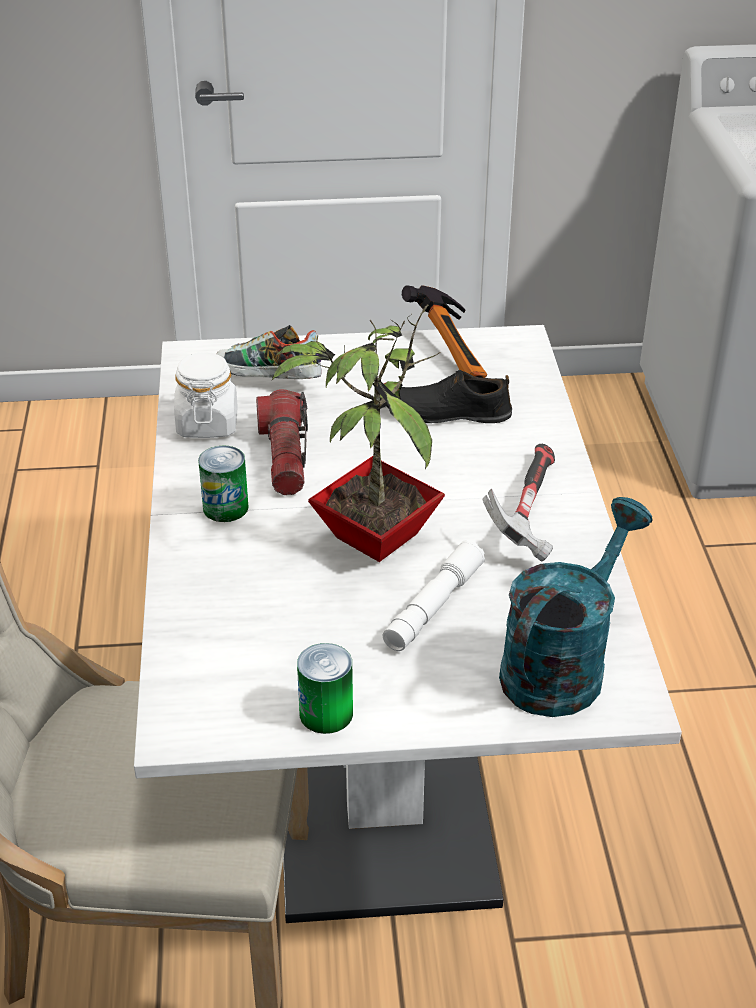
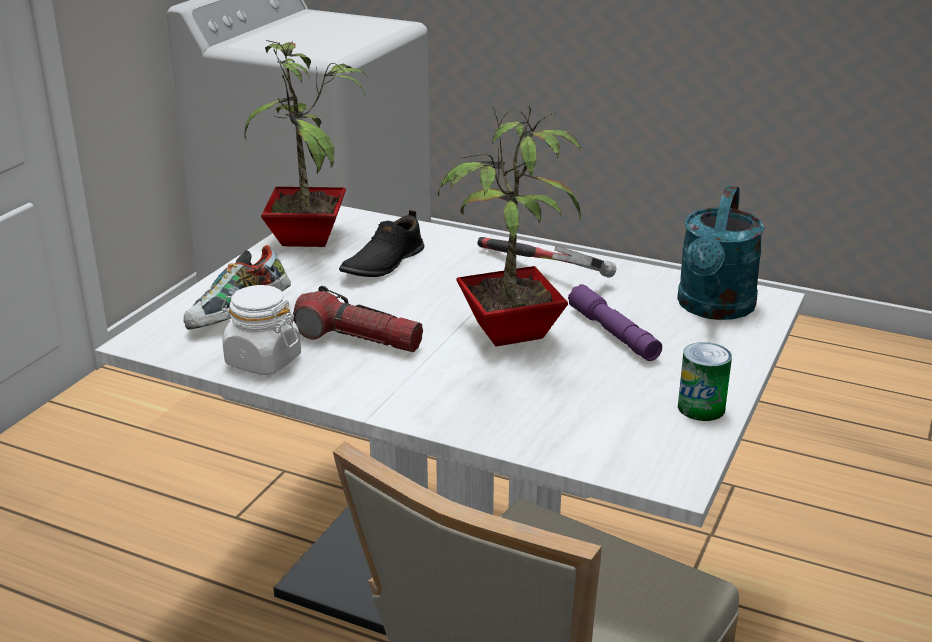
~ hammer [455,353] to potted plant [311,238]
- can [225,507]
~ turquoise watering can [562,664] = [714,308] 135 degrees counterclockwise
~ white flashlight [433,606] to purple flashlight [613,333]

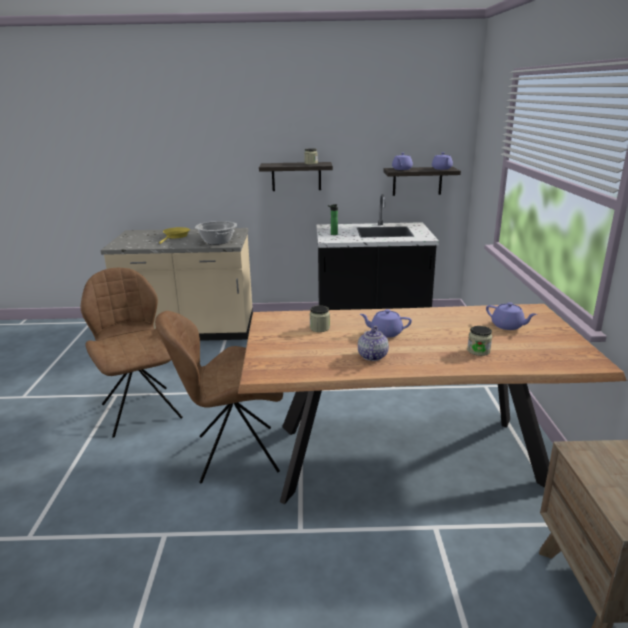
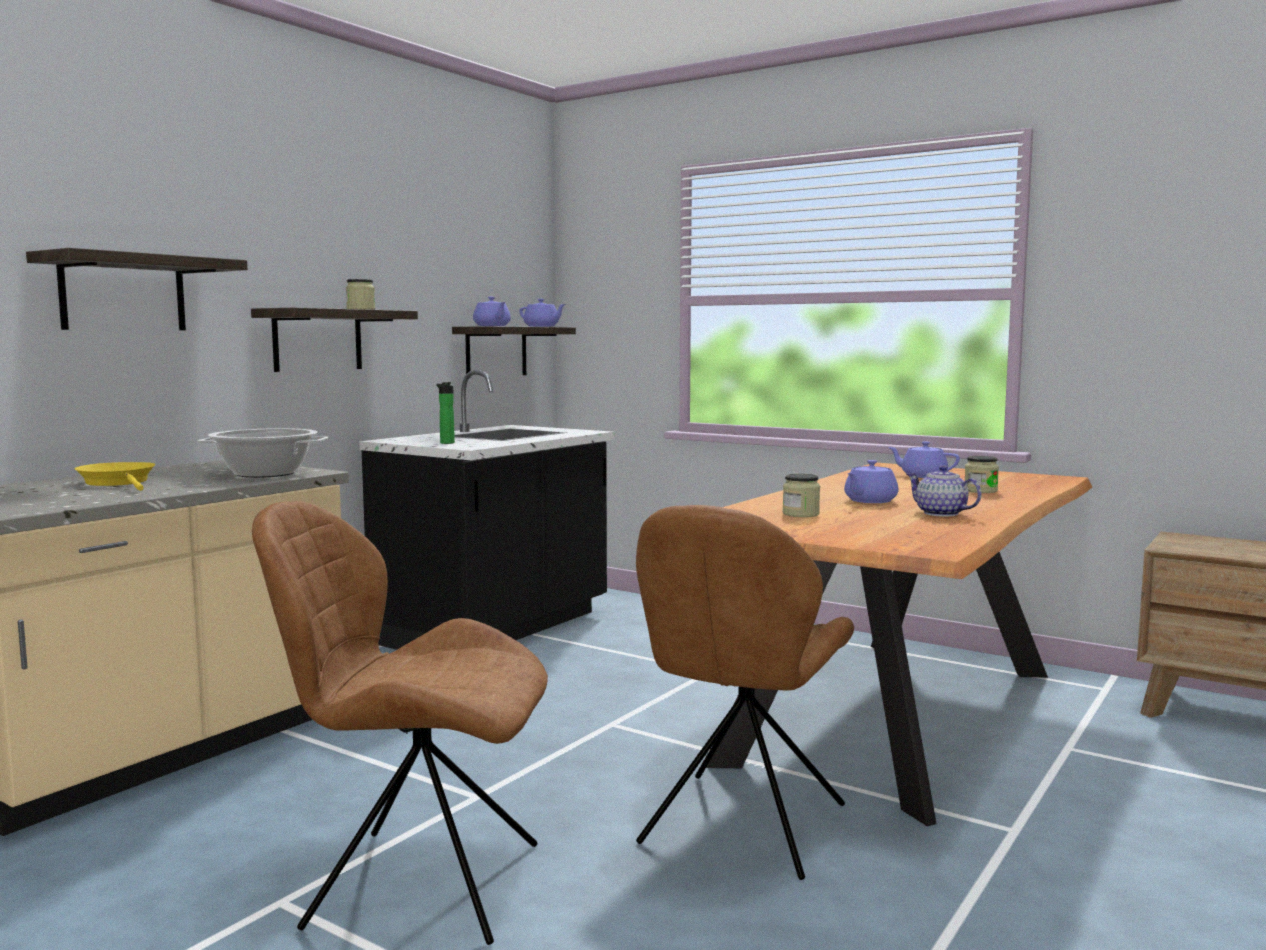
~ purple teapot [508,326] = [922,476] 135 degrees counterclockwise
+ shelf [123,294]

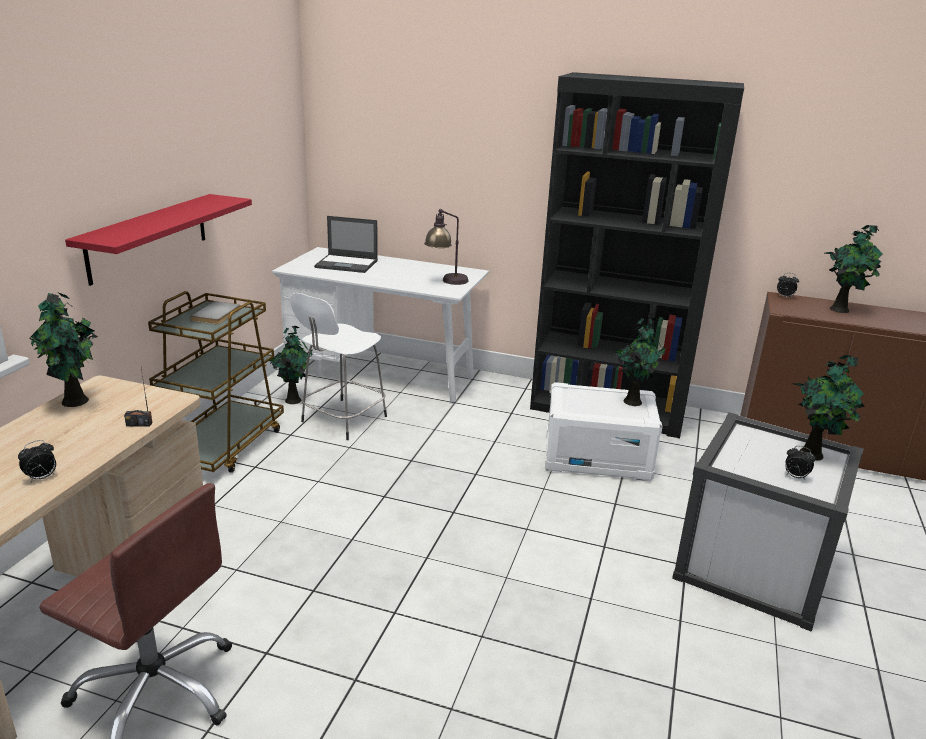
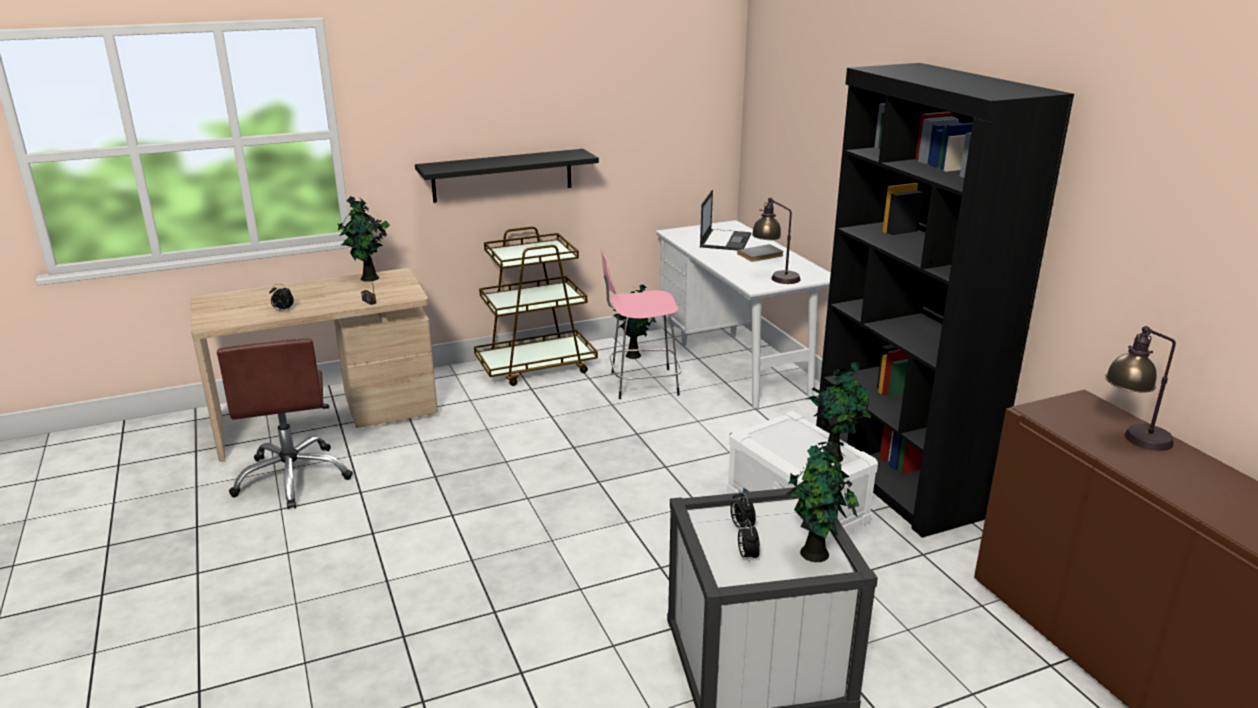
~ red shelf [148,237] to black shelf [502,175]
~ laptop [347,264] = [725,240] 135 degrees counterclockwise
~ potted plant [841,310] to table lamp [1132,440]
~ alarm clock [784,297] to [741,526]
~ white stool [342,420] to pink stool [641,384]
~ grey book [218,315] to [761,255]

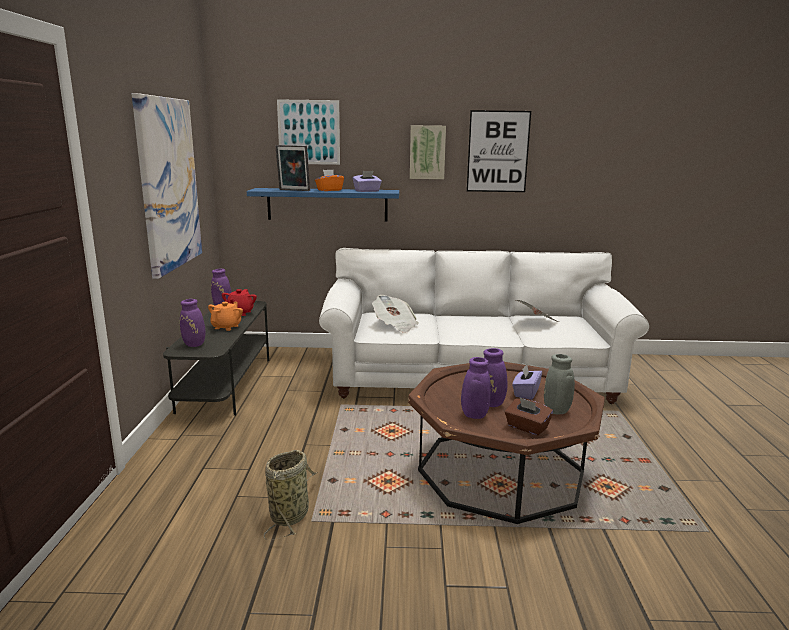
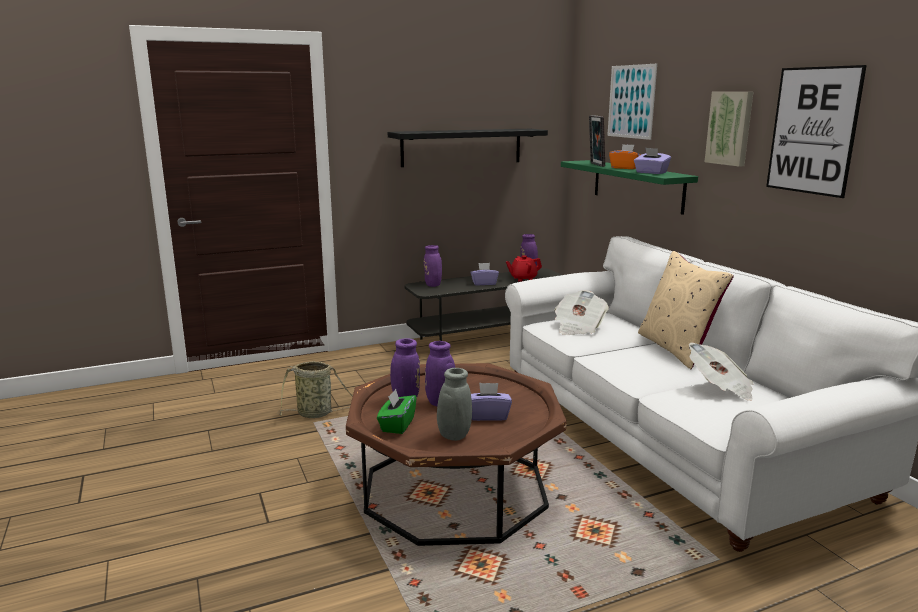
~ picture [168,184] to black shelf [461,147]
~ blue shelf [327,204] to green shelf [637,185]
~ orange teapot [226,327] to purple tissue box [484,283]
~ brown tissue box [527,428] to green tissue box [397,425]
+ beige pillow [677,349]

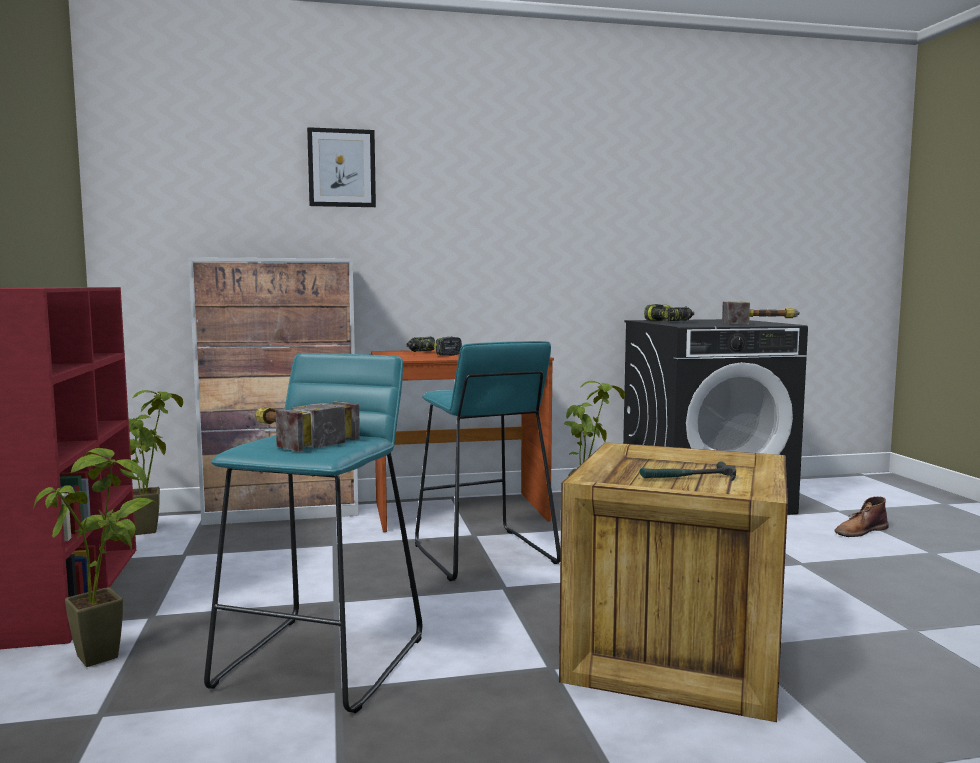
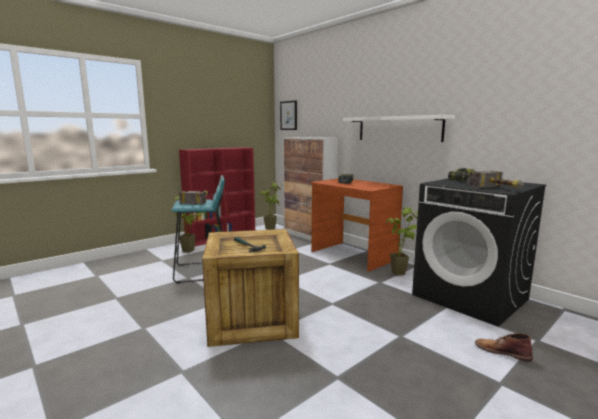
~ picture [342,168] to [289,115]
- turquoise stool [483,554]
+ white shelf [398,129]

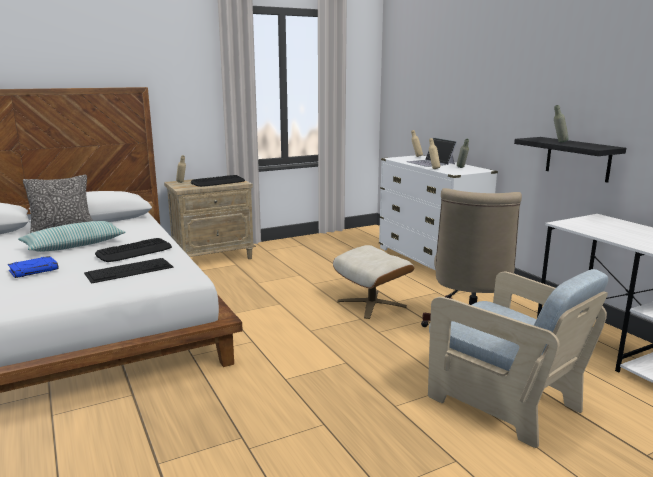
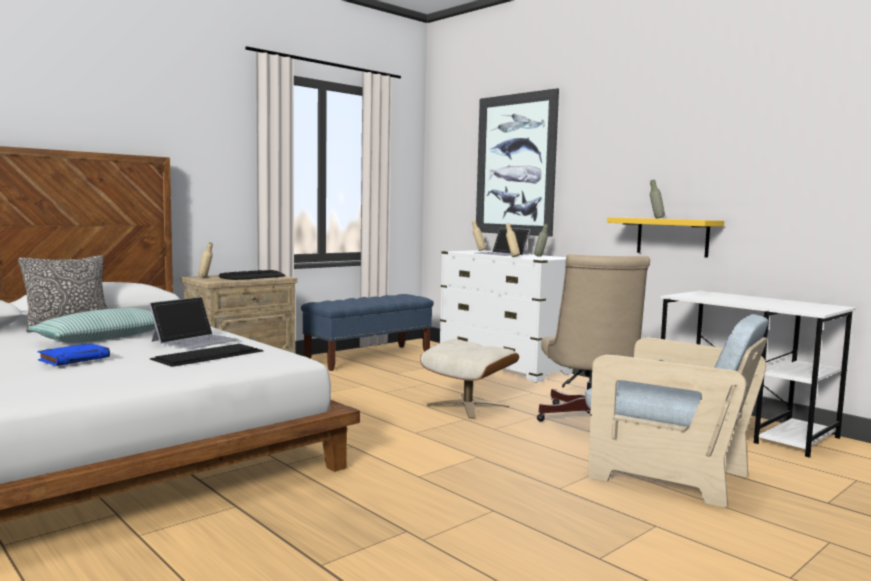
~ black shelf [577,159] to yellow shelf [672,237]
~ keyboard [135,251] to laptop [195,340]
+ picture [515,164]
+ blue bench [369,357]

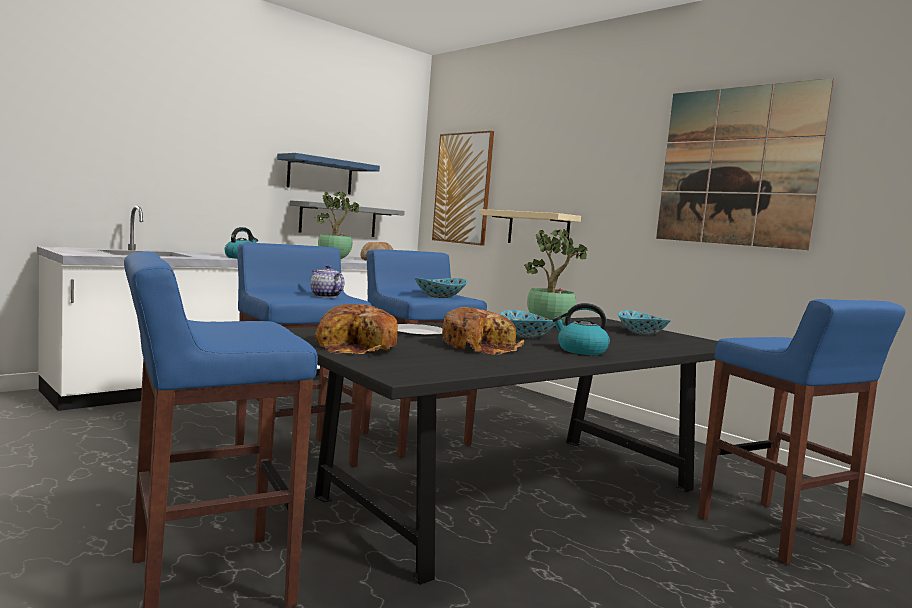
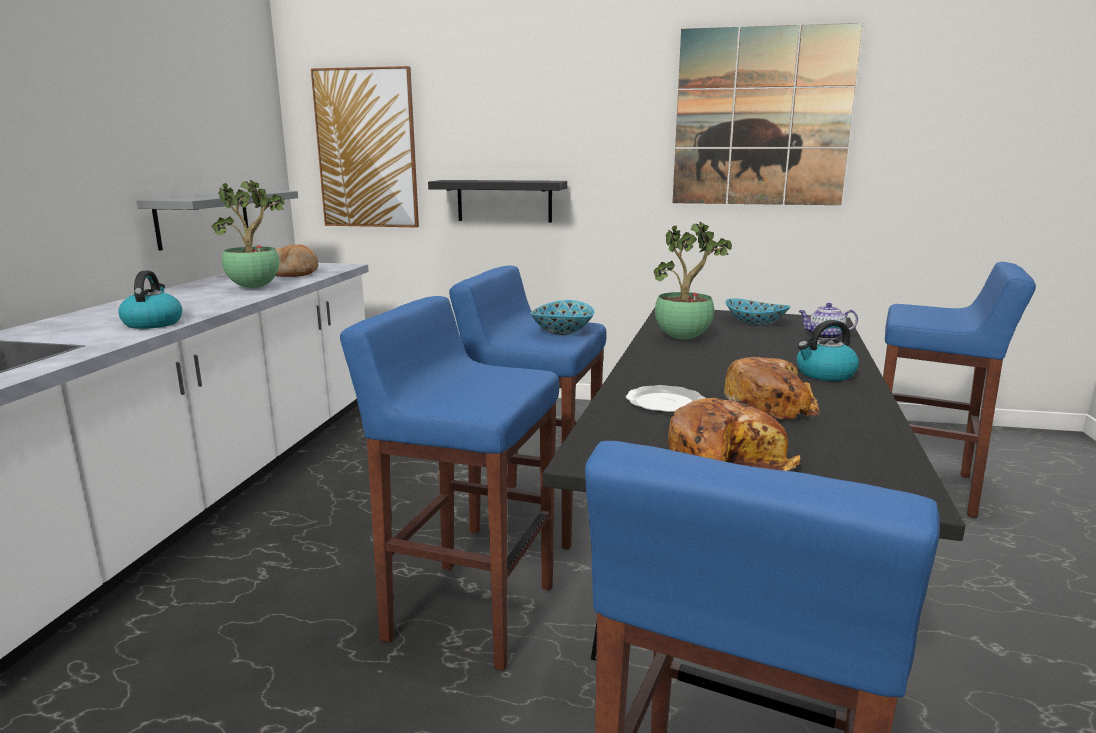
- blue shelf [320,175]
~ beige shelf [538,229] to black shelf [504,201]
~ teapot [325,296] to [824,336]
- bowl [526,336]

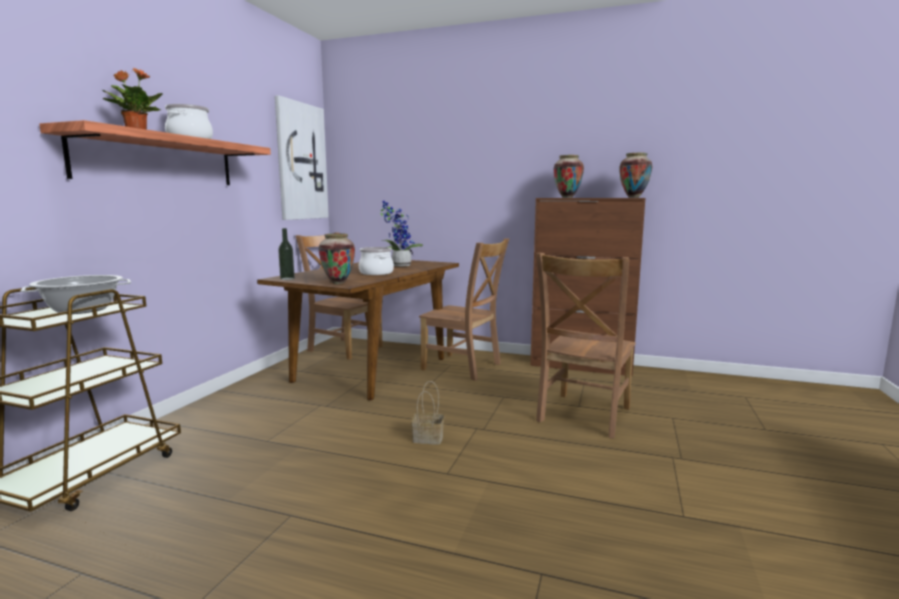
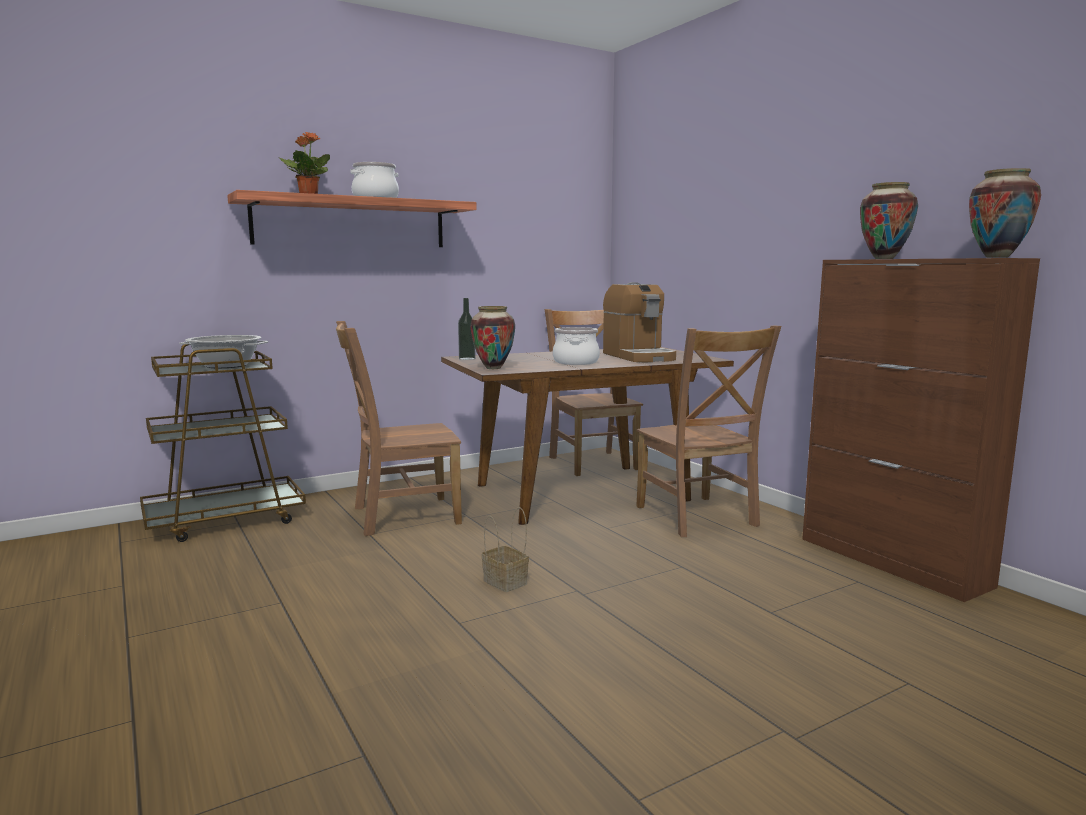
- picture [301,162]
~ potted plant [399,265] to coffee machine [638,356]
~ brown chair [583,416] to [401,516]

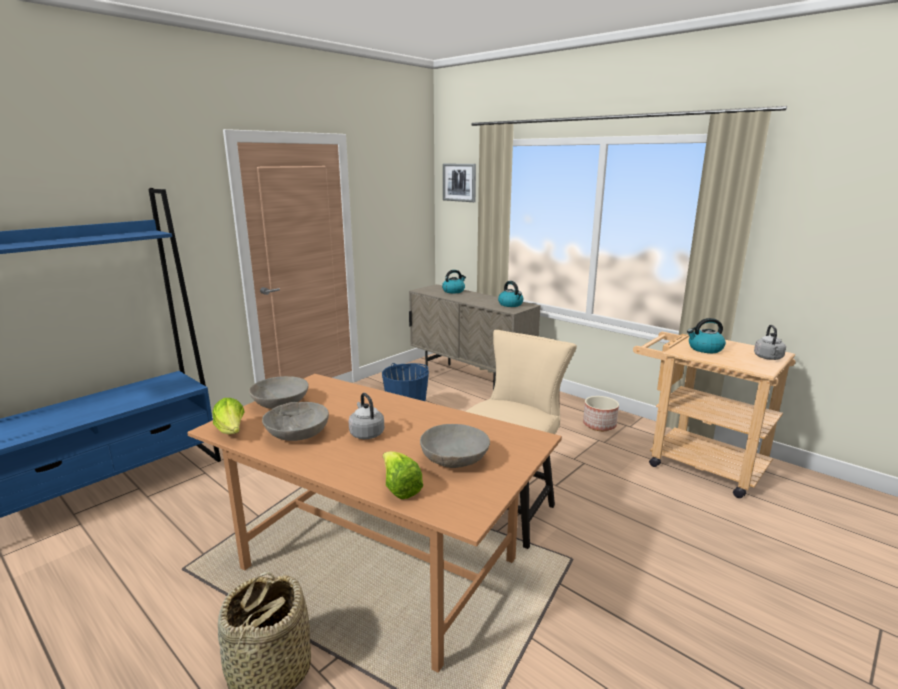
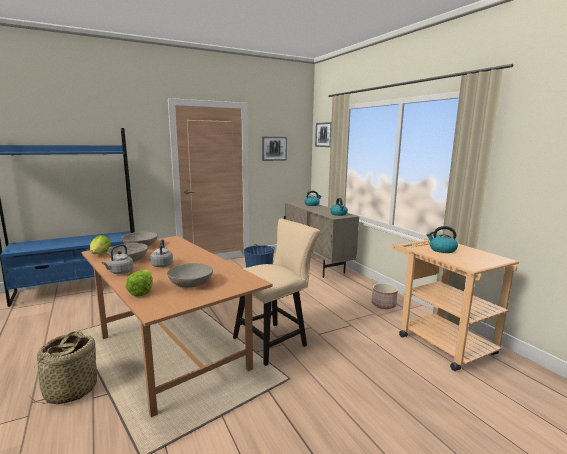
~ grey kettle [768,358] to [120,272]
+ picture [274,148]

